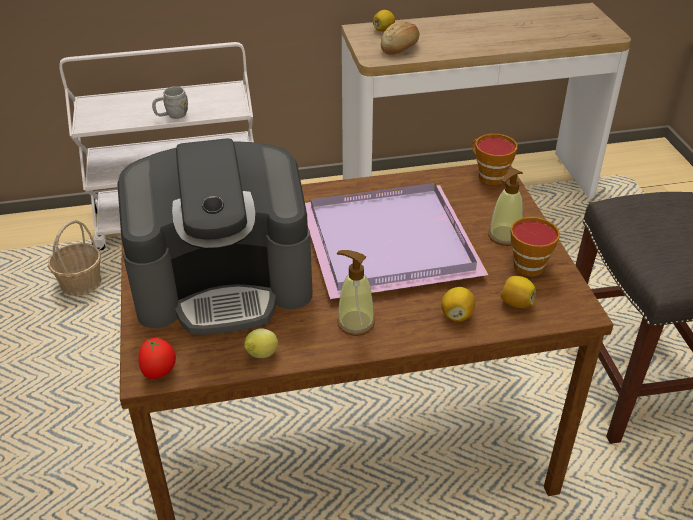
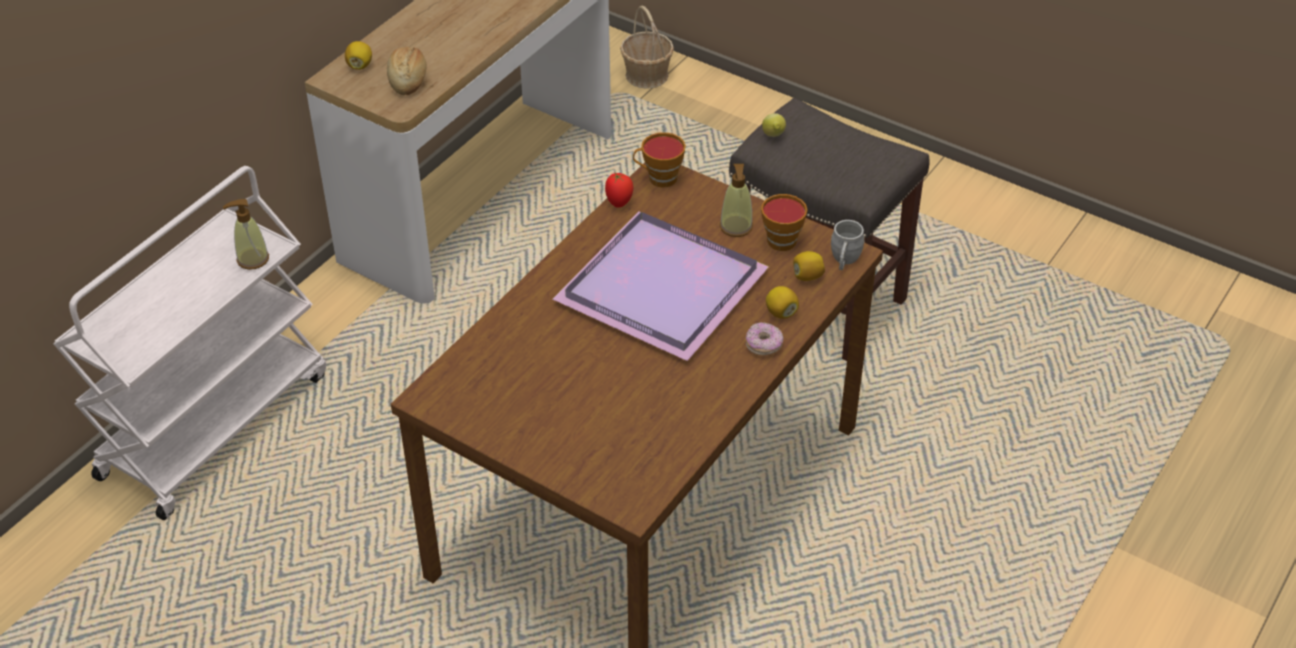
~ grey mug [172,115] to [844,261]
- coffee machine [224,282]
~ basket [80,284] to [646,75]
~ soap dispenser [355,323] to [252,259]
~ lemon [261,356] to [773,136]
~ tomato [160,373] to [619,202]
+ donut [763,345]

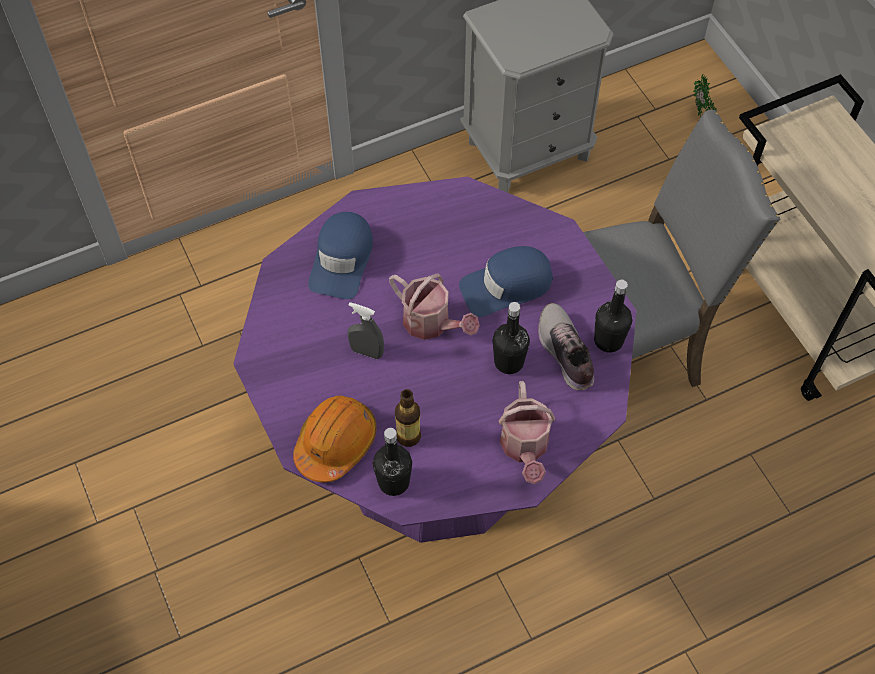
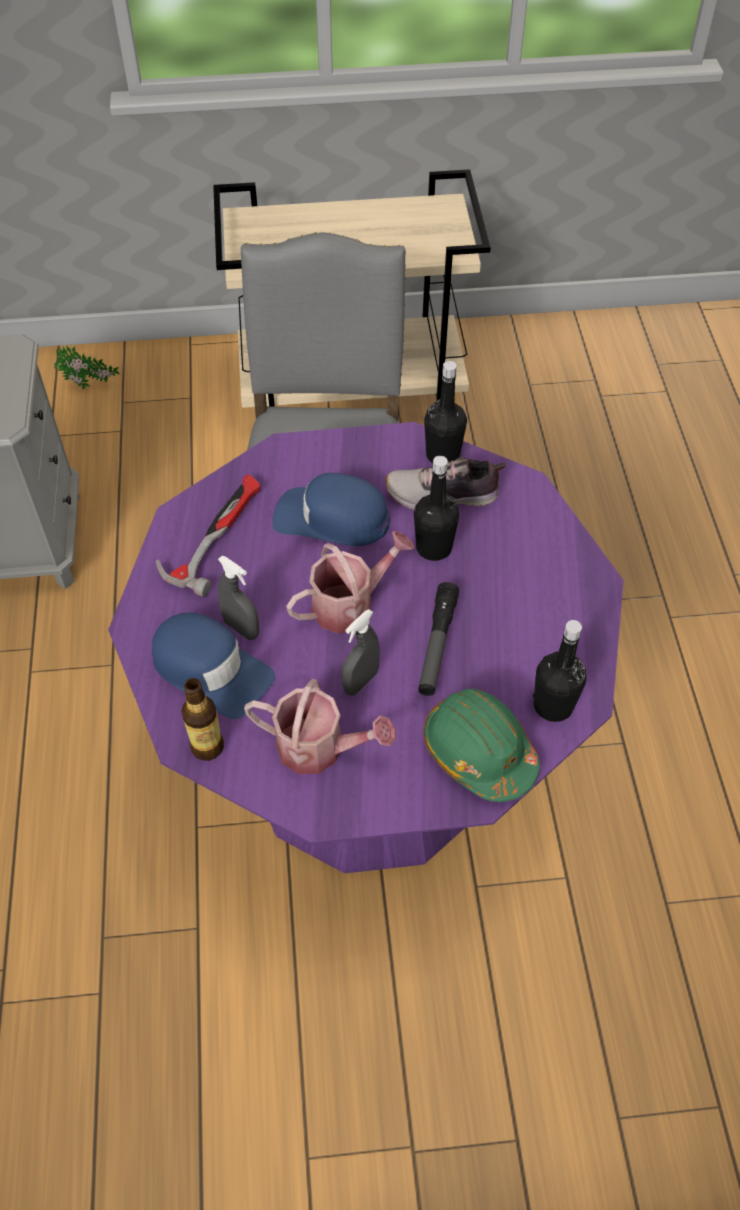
~ blue cap [506,286] = [331,518] 105 degrees clockwise
~ watering can [525,448] to [319,748]
~ bottle [408,436] to [207,747]
~ orange hard hat [336,443] to green hard hat [478,752]
+ hammer [215,535]
+ grey spray bottle [241,628]
+ flashlight [437,644]

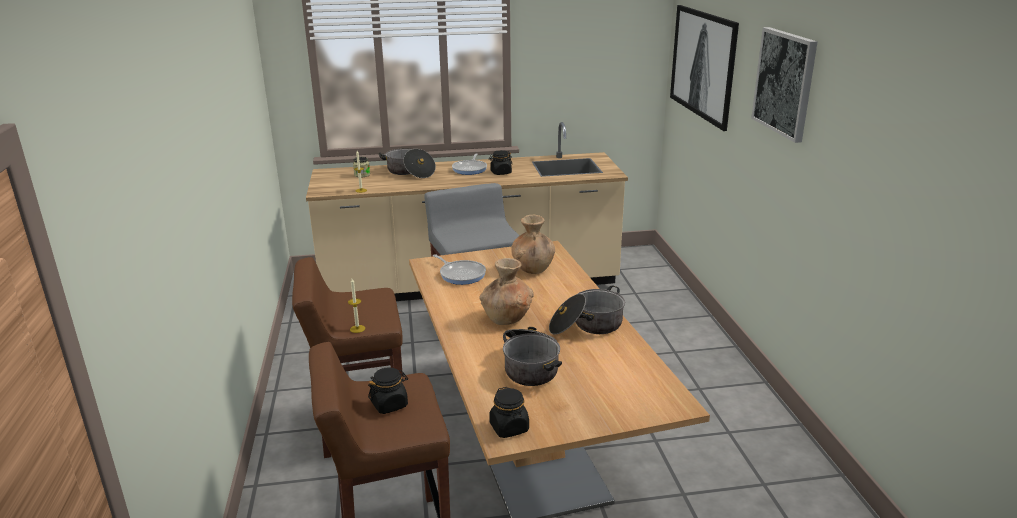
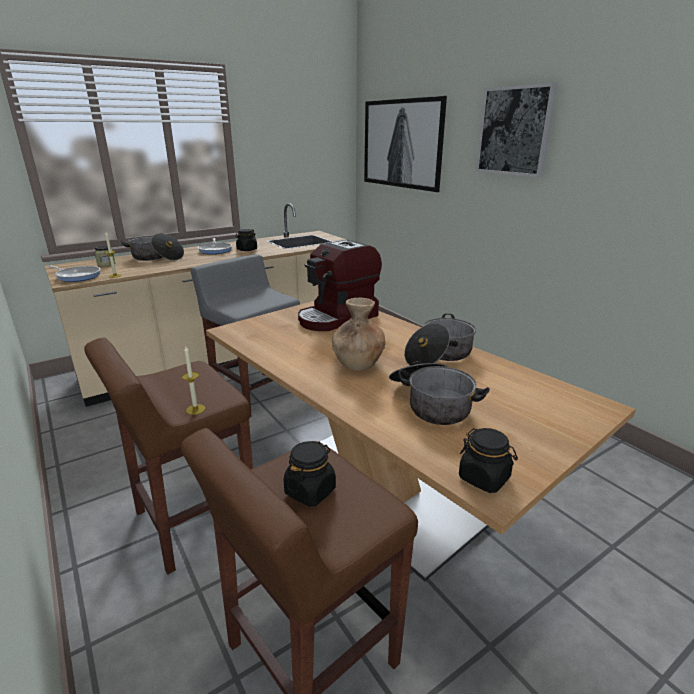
~ brown vase [533,268] to coffee machine [338,318]
~ frying pan [461,274] to [77,276]

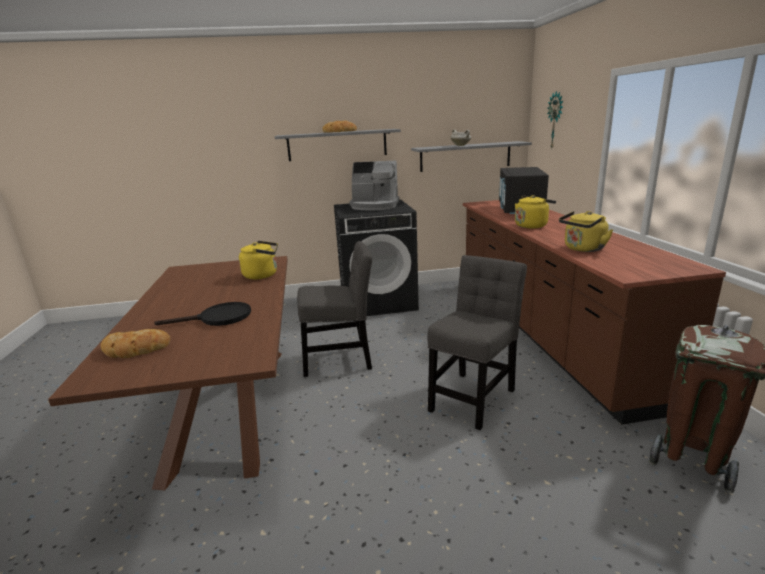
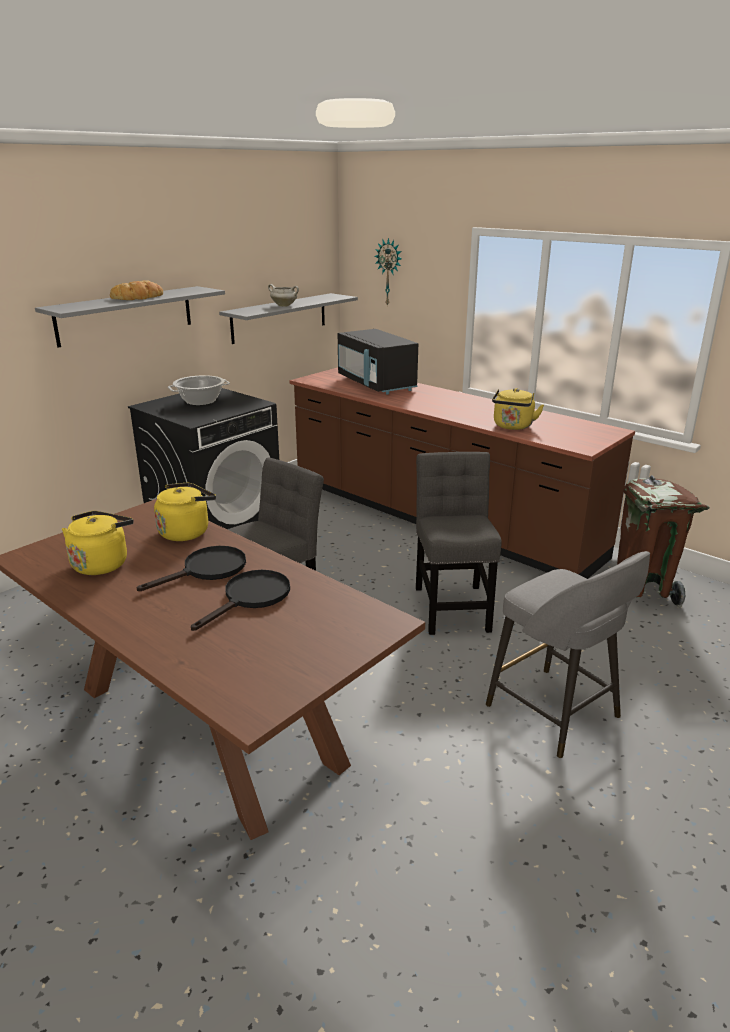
~ coffee machine [374,206] to cooking pot [201,401]
~ yellow kettle [532,225] to [102,563]
- bread [136,349]
+ black frying pan [207,570]
+ grey stool [555,713]

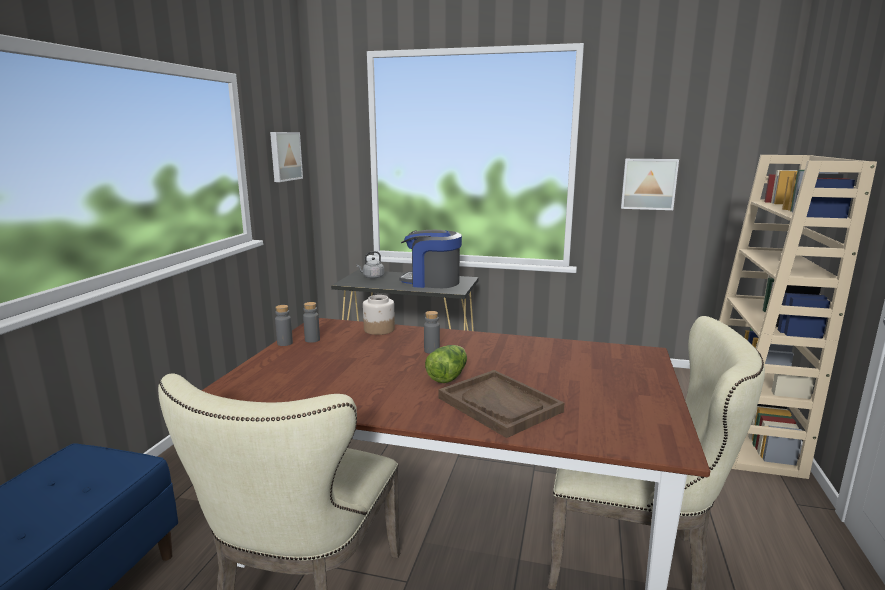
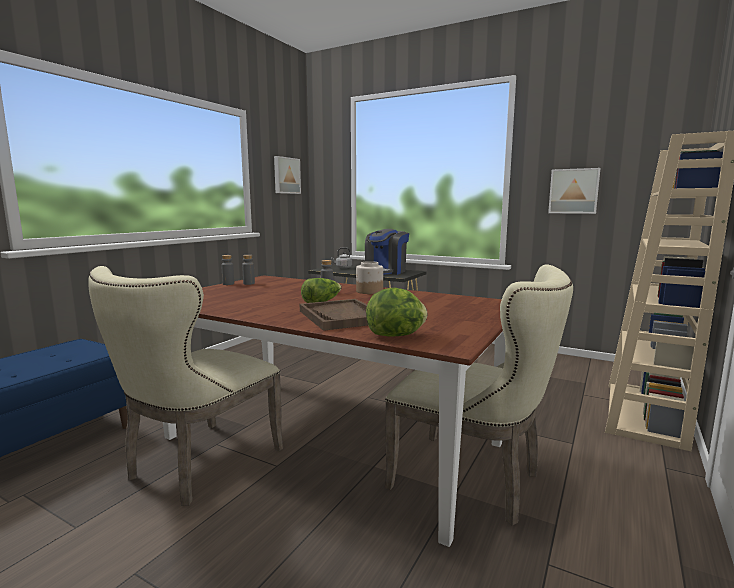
~ coffee machine [431,282] = [385,271] 90 degrees counterclockwise
~ jar [379,329] to [369,291]
+ lettuce [396,335]

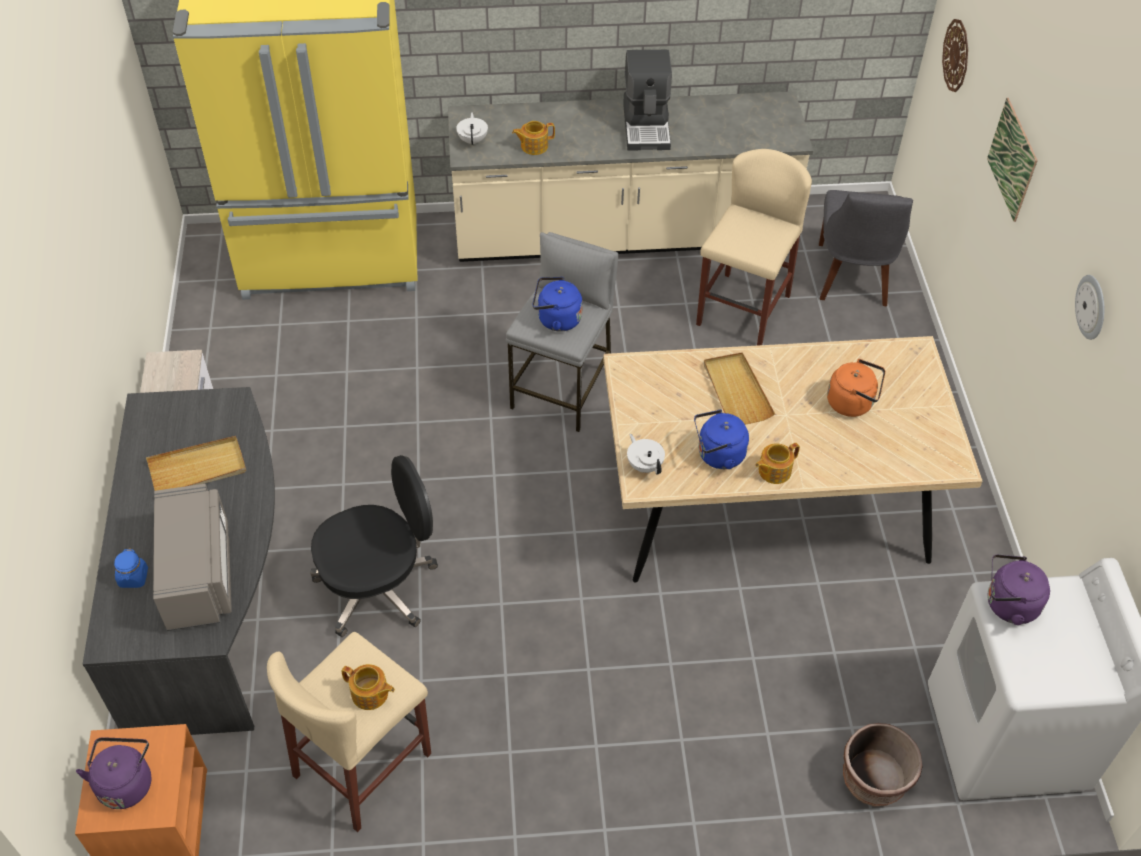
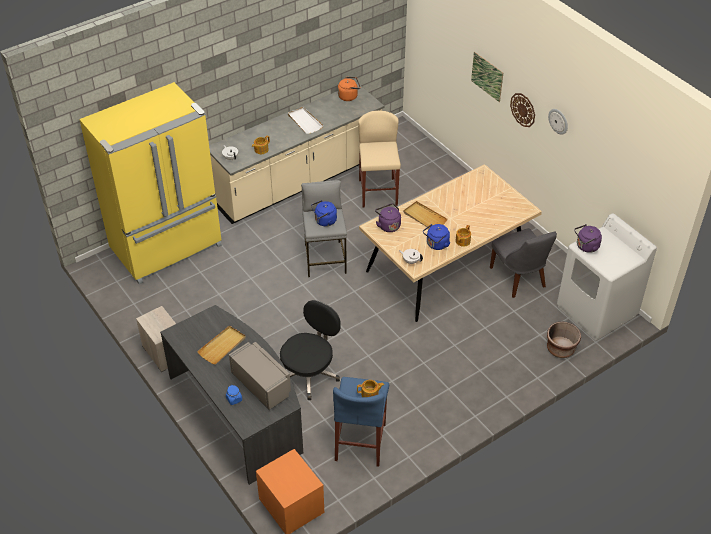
~ wall clock [956,55] to [523,109]
~ coffee machine [647,126] to white tray [304,121]
~ grey chair [852,278] to [519,279]
~ orange kettle [852,403] to [349,96]
~ beige stool [363,764] to blue stool [360,442]
~ purple kettle [125,782] to [388,225]

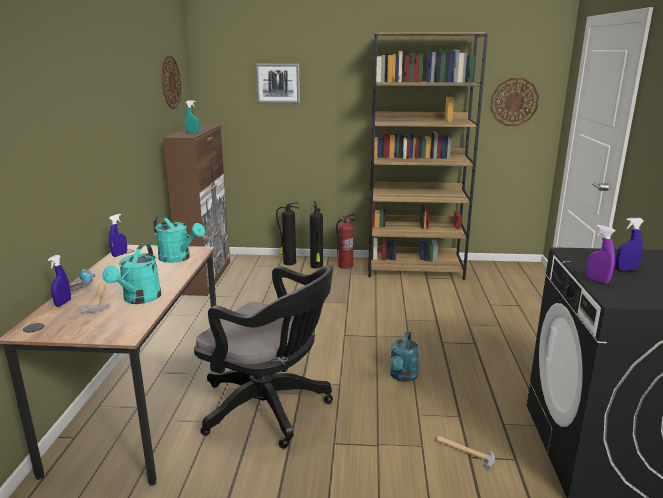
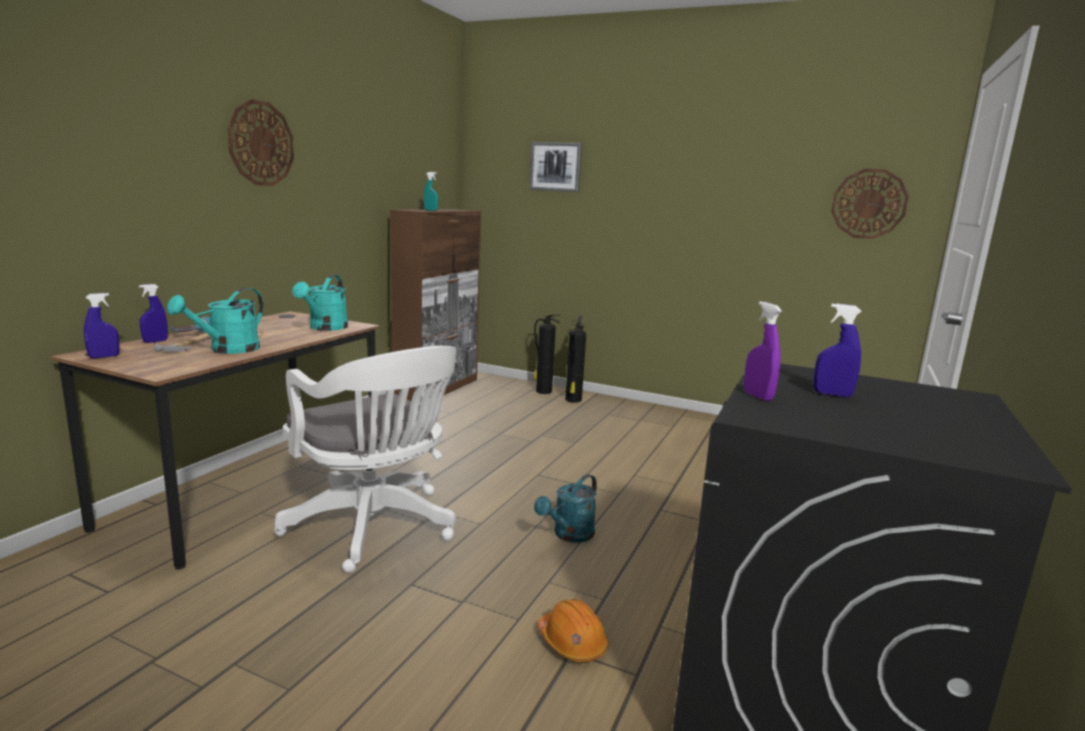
- brown bookcase [415,269]
~ wall clock [170,82] to [261,143]
- fire extinguisher [345,266]
~ blue spray bottle [120,254] to [104,357]
~ turquoise watering can [179,258] = [325,328] 45 degrees clockwise
~ black office chair [270,408] to white office chair [375,528]
~ hammer [465,451] to orange hard hat [572,643]

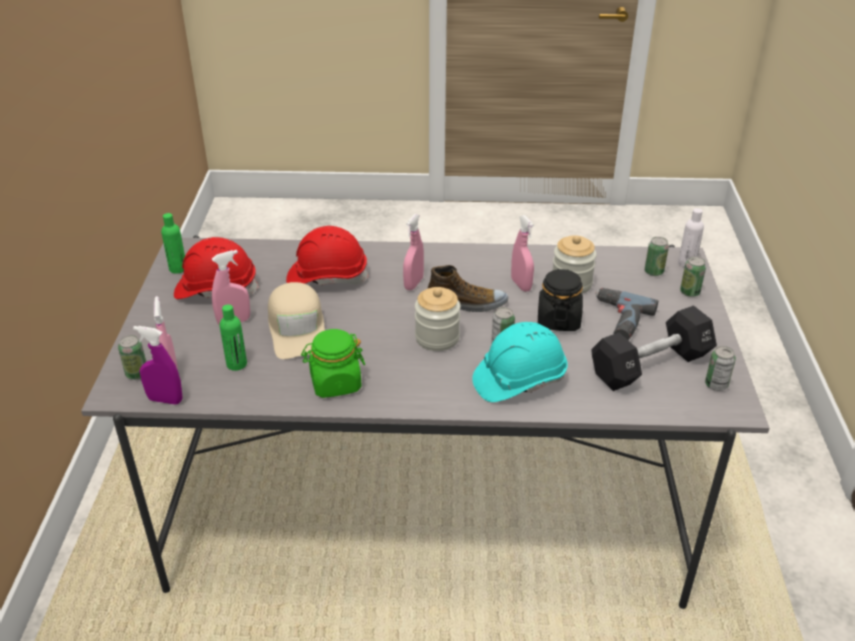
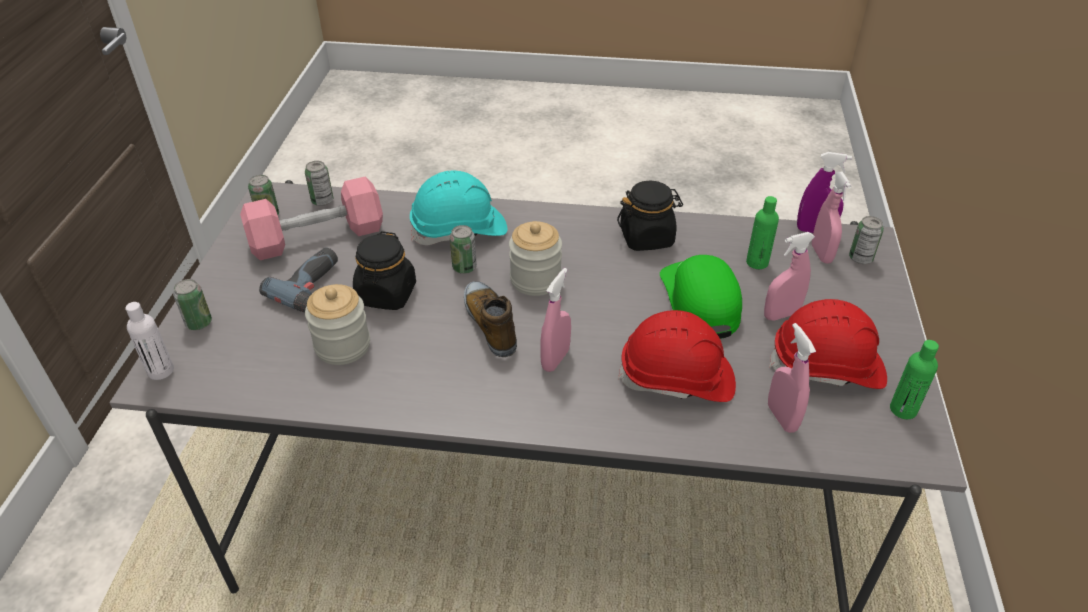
~ pink spray bottle [521,285] to [781,417]
~ can [653,272] to [322,201]
~ shoe [466,303] = [491,323] 60 degrees clockwise
~ beige cap [298,329] to green cap [700,300]
~ black dumbbell [650,365] to pink dumbbell [317,237]
~ green jar [335,383] to black jar [647,237]

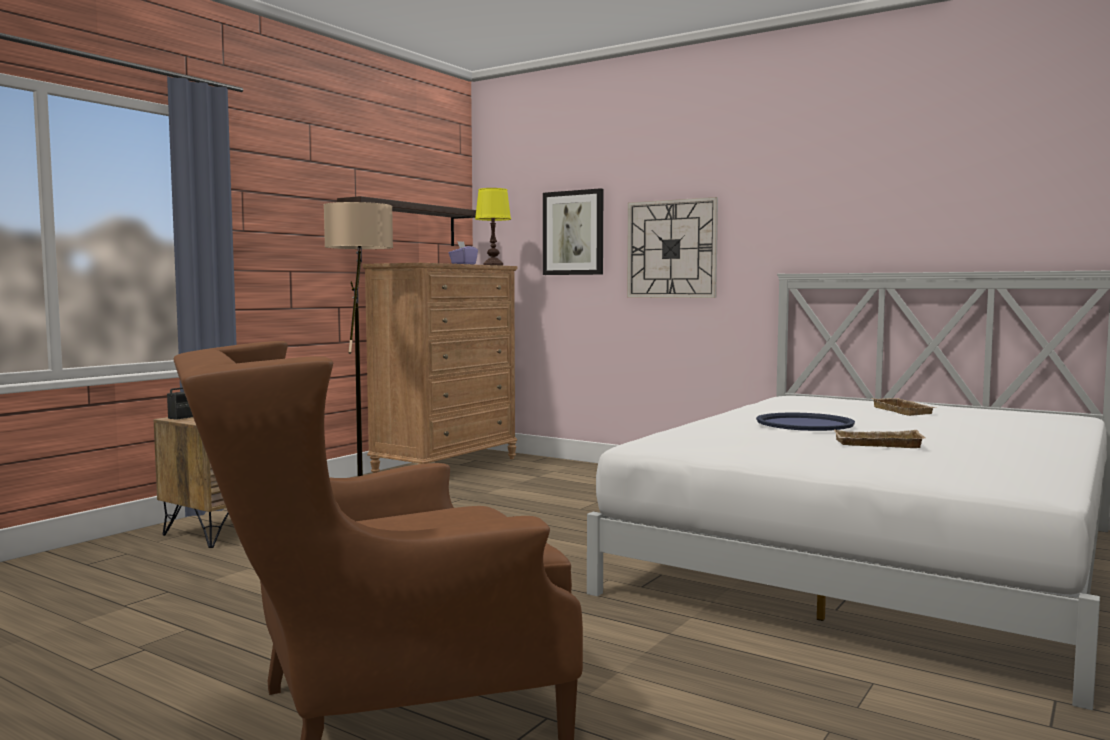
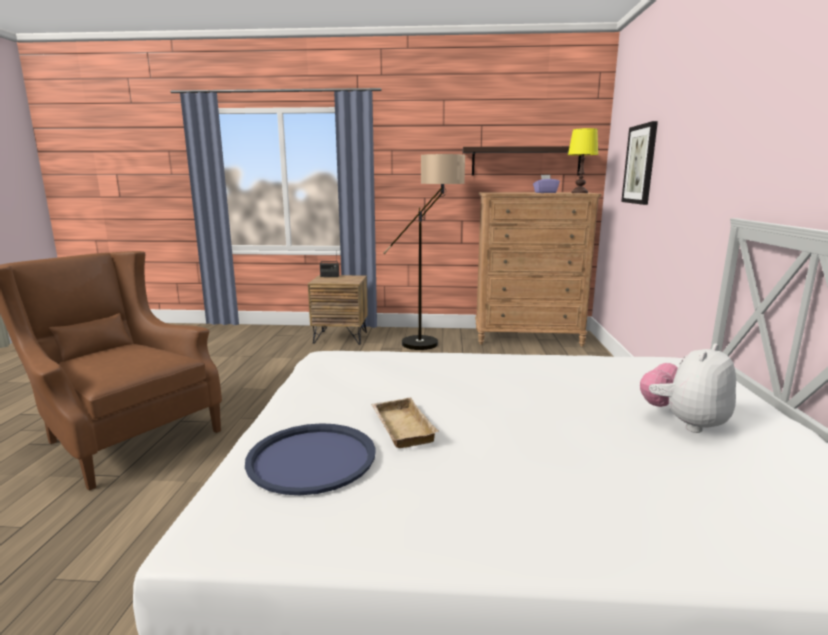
- wall clock [672,249]
~ beige tray [905,411] to plush toy [684,422]
~ blue tray [805,423] to [312,459]

